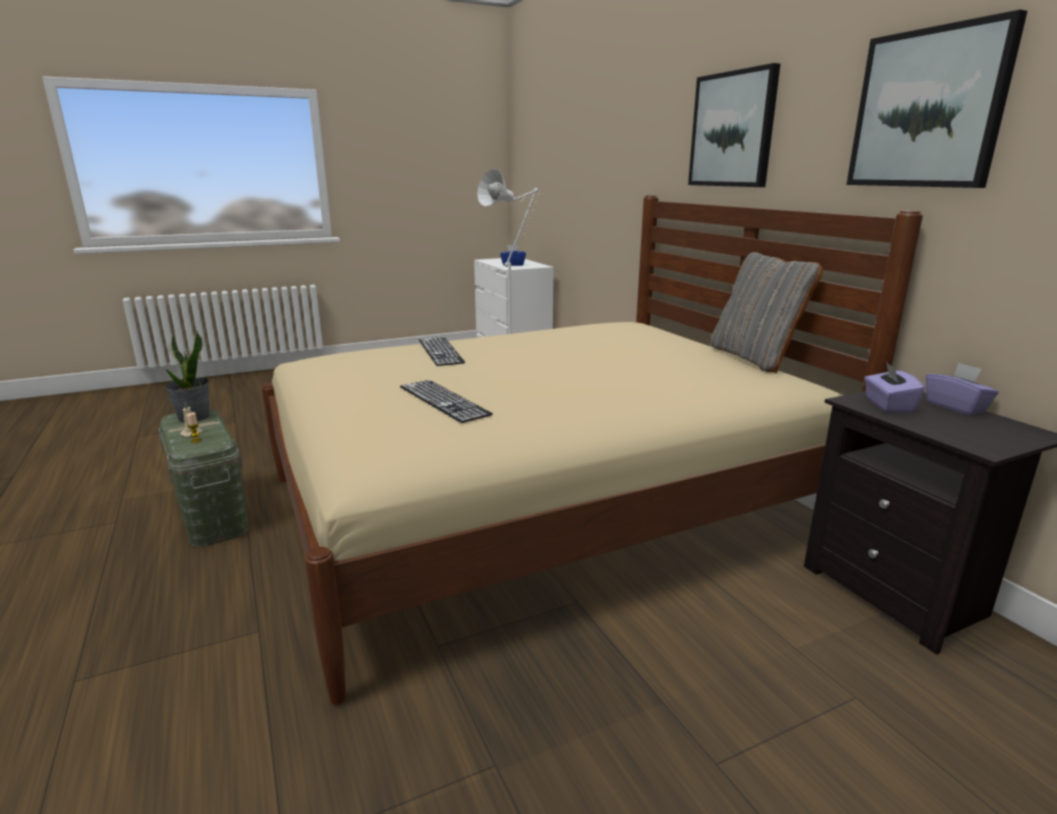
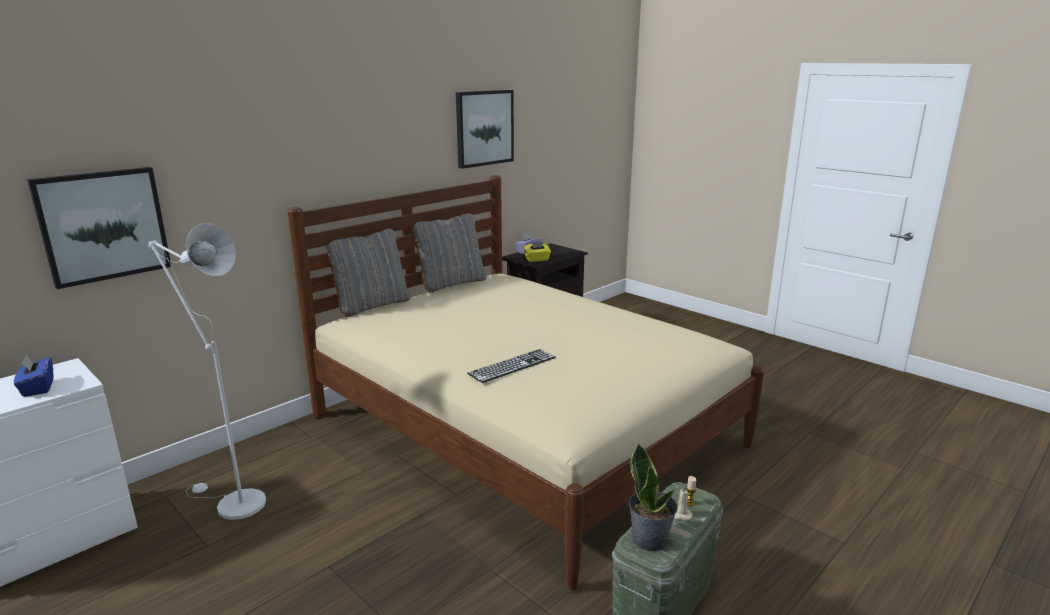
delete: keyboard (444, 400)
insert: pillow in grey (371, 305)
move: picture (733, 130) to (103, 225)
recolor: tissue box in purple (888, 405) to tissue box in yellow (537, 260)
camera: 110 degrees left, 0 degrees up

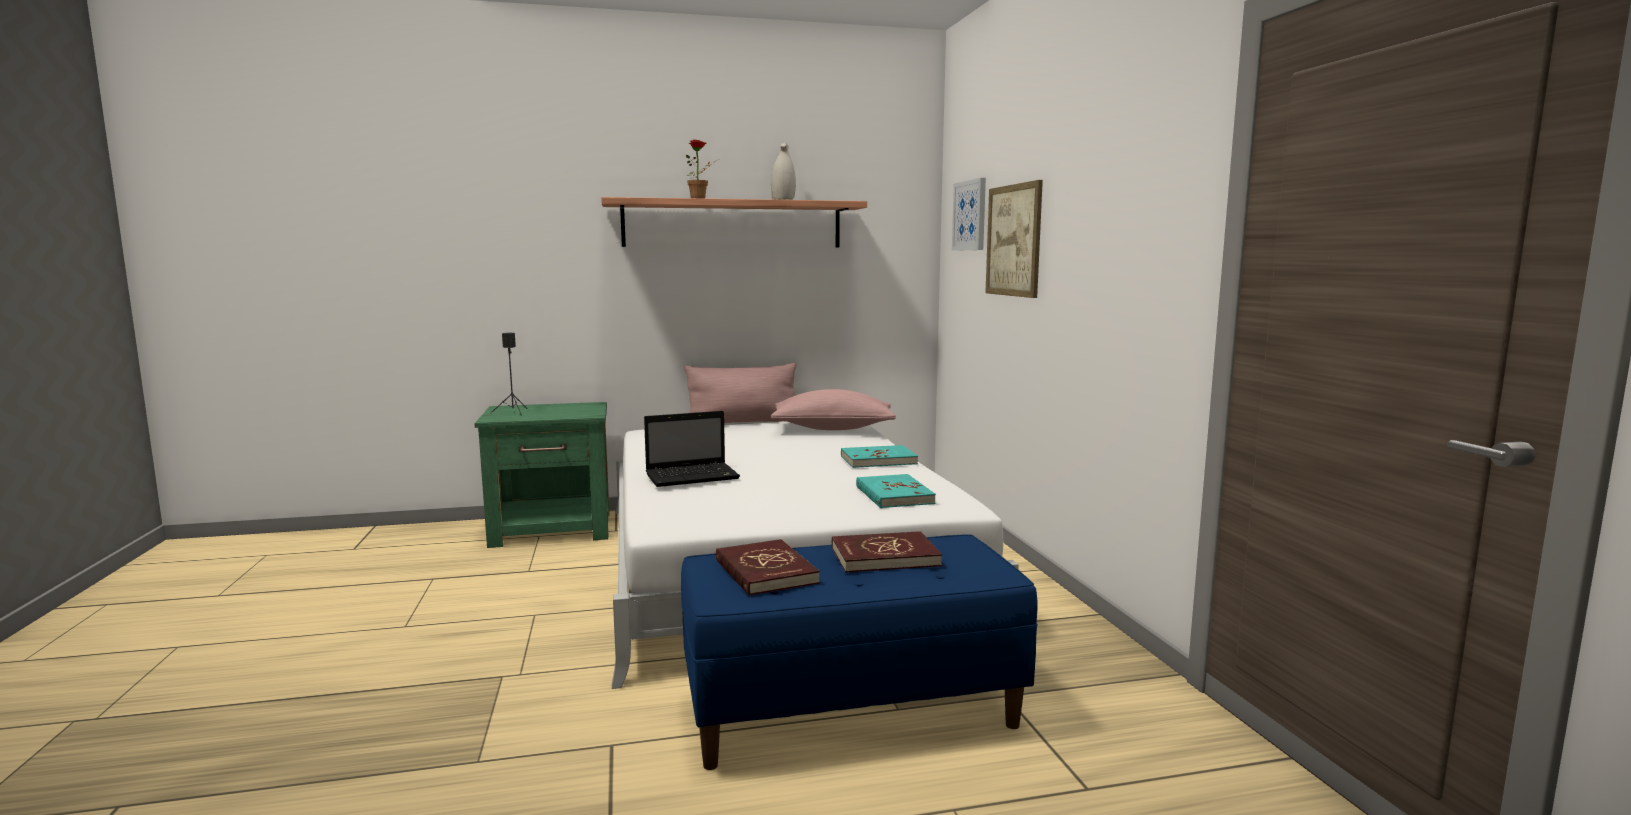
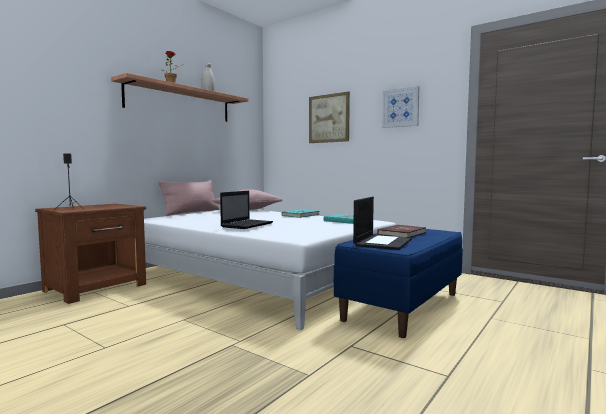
move: picture (970, 215) to (400, 108)
replace: book in red (765, 572) to laptop (383, 242)
recolor: nightstand in green (553, 529) to nightstand in brown (97, 287)
camera: 40 degrees left, 5 degrees down

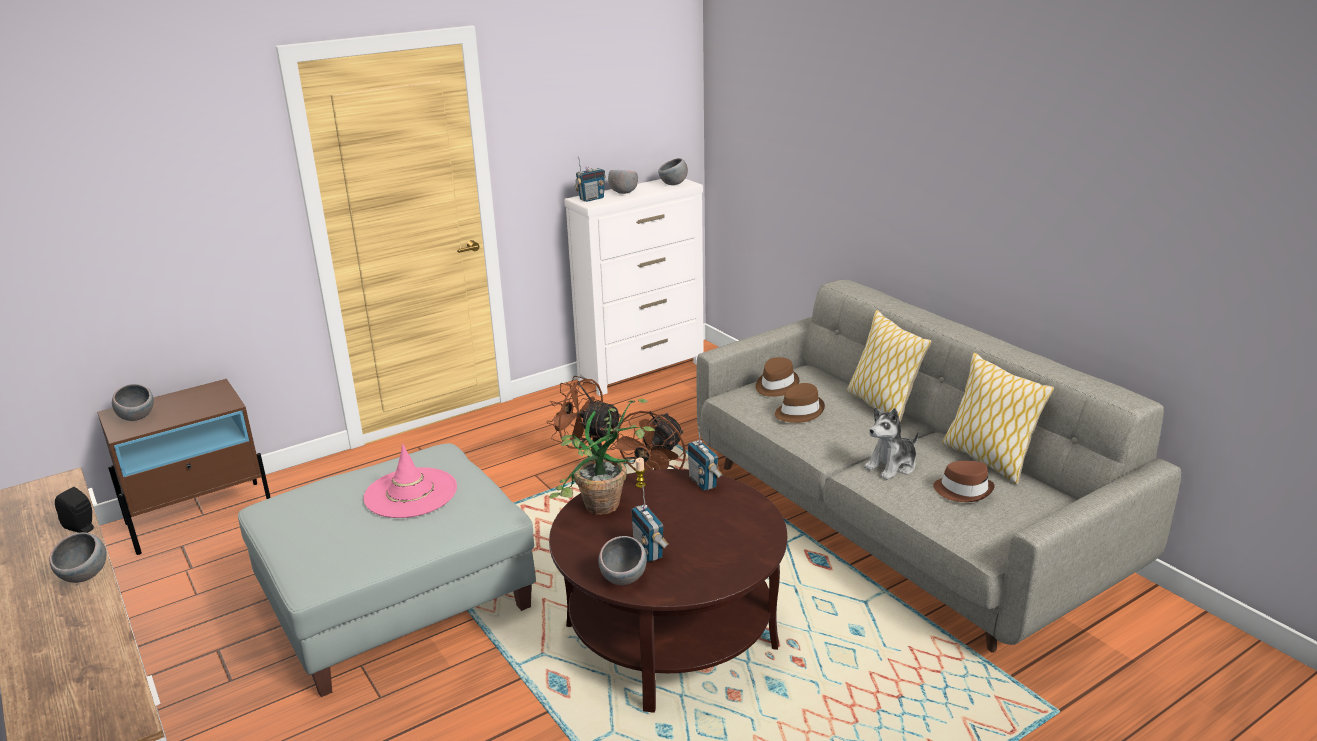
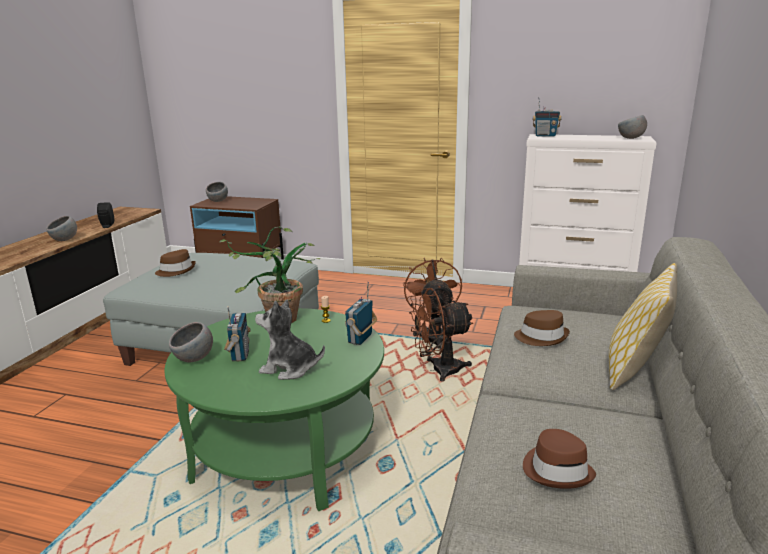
delete: hat in pink (410, 493); bowl in grey (623, 193); pillow (988, 459)
move: hat in brown (776, 385) to (176, 271); plush toy (892, 466) to (289, 368)
recolor: coffee table in brown (671, 635) to coffee table in green (286, 451)
rotate: radio (649, 551) = (239, 354) 150 degrees clockwise
camera: 50 degrees right, 5 degrees down

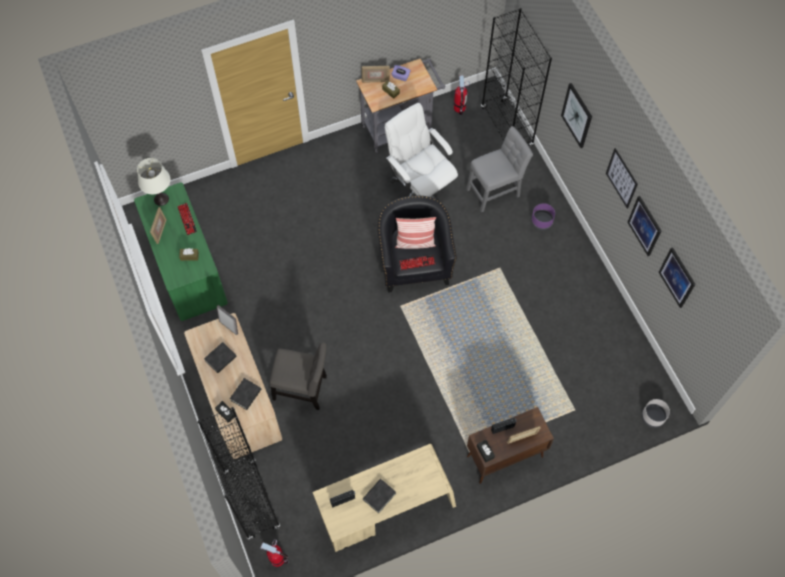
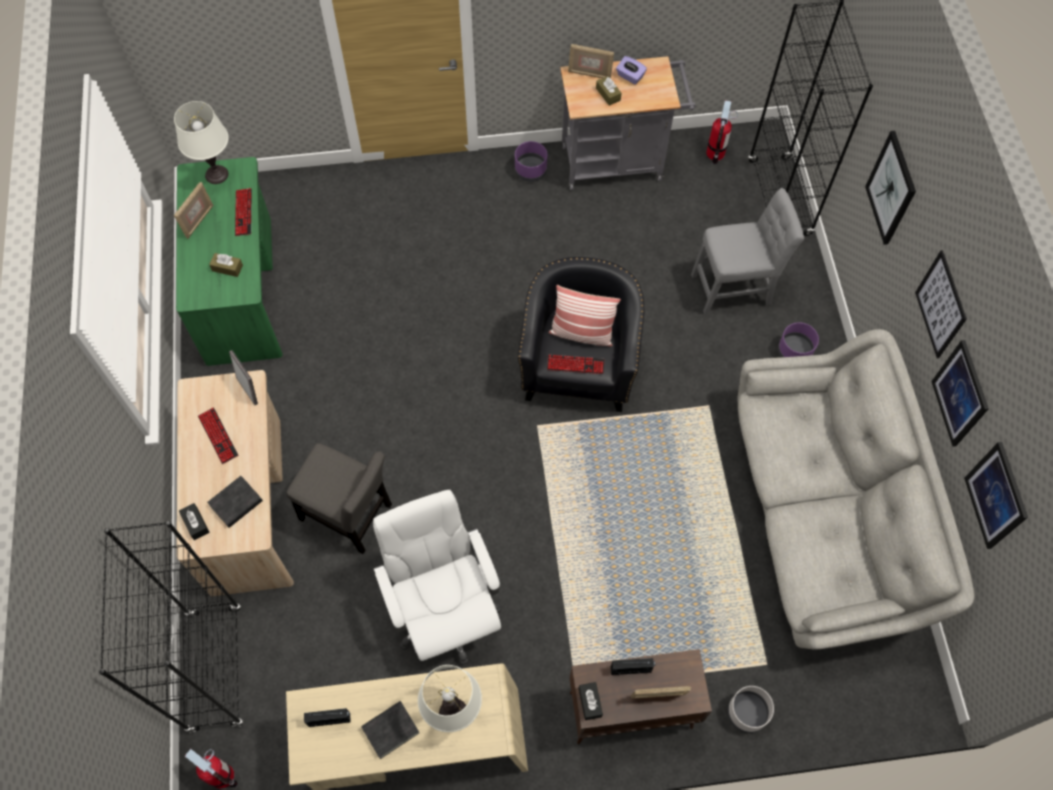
insert: table lamp in white (453, 712); planter in purple (531, 170); sofa in grey (822, 517)
move: office chair in white (419, 188) to (444, 611); planter in grey (653, 416) to (747, 712)
replace: book in black (220, 358) to keyboard (218, 436)
camera: 15 degrees right, 0 degrees up

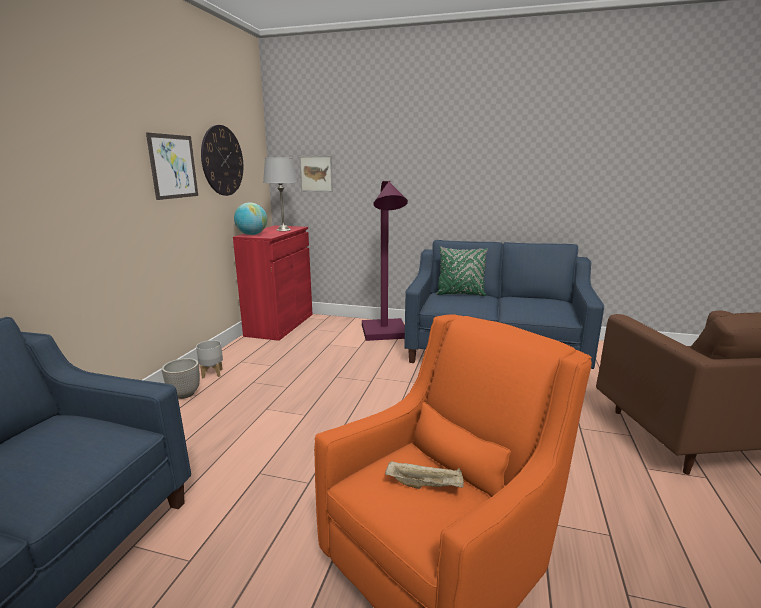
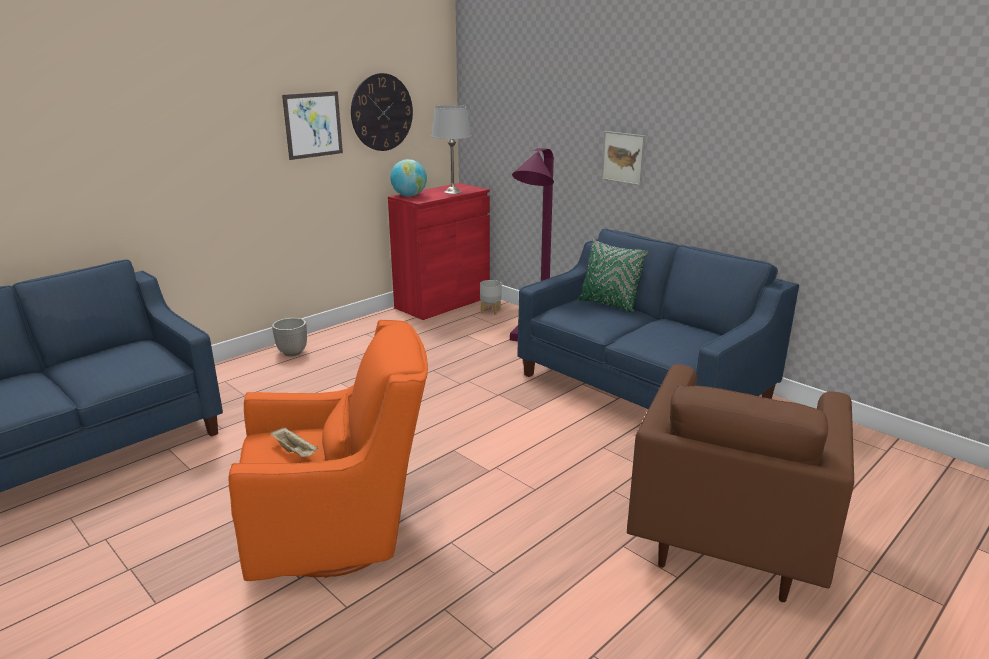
move: planter in grey (212, 373) to (491, 311); picture (316, 173) to (623, 158)
camera: 30 degrees right, 5 degrees up

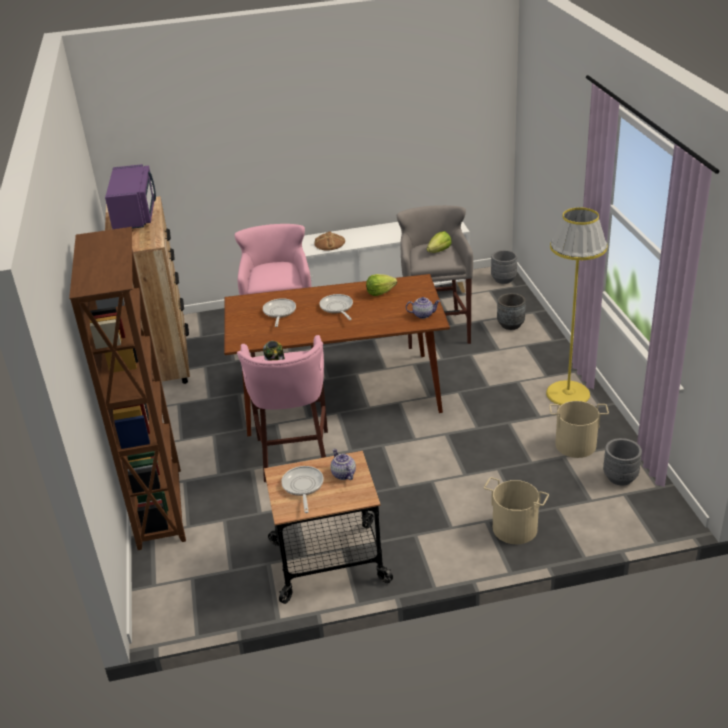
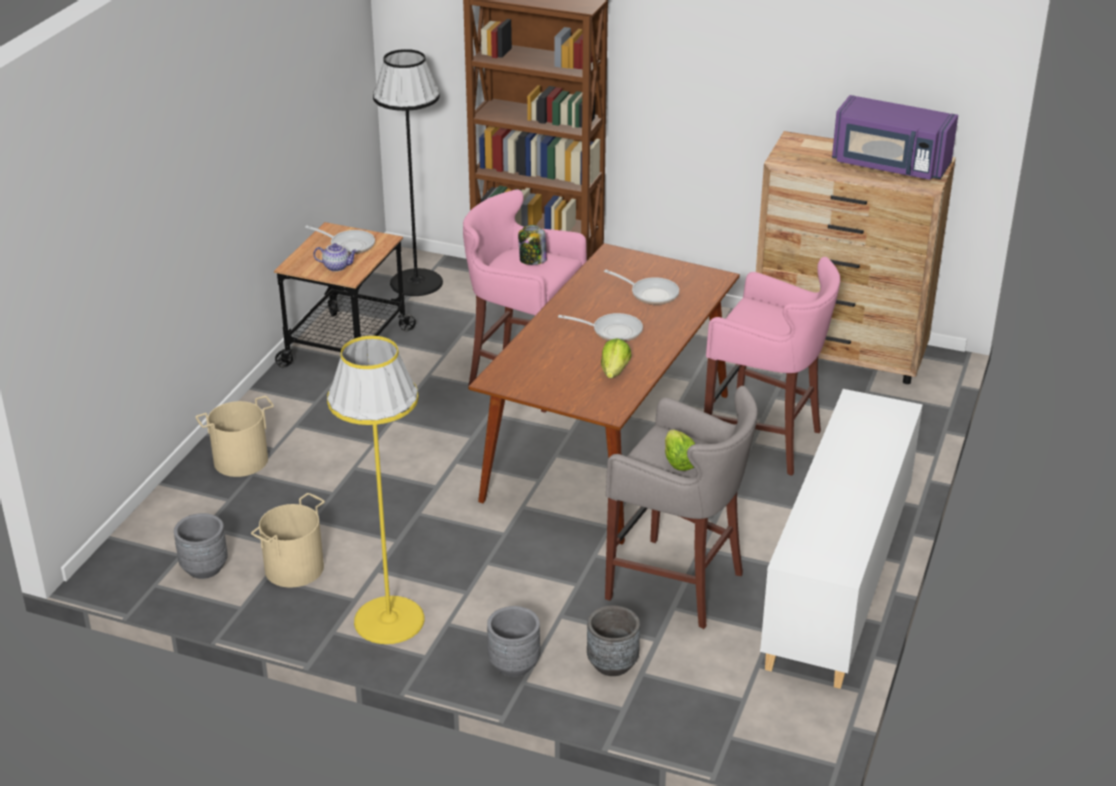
delete: bread (329, 243); teapot (423, 314)
insert: floor lamp in black (416, 282)
move: planter in grey (503, 279) to (514, 664)
camera: 120 degrees right, 0 degrees up

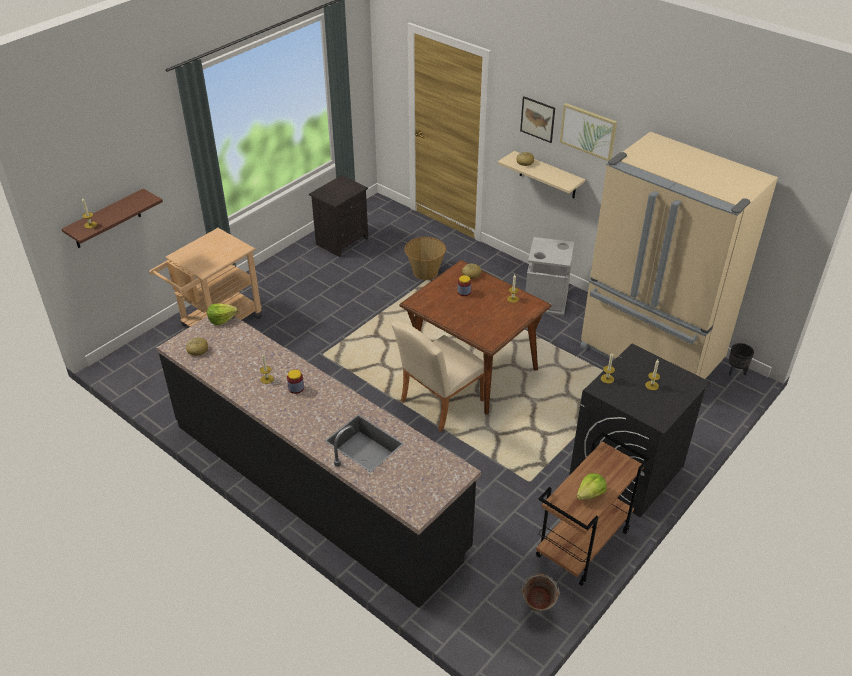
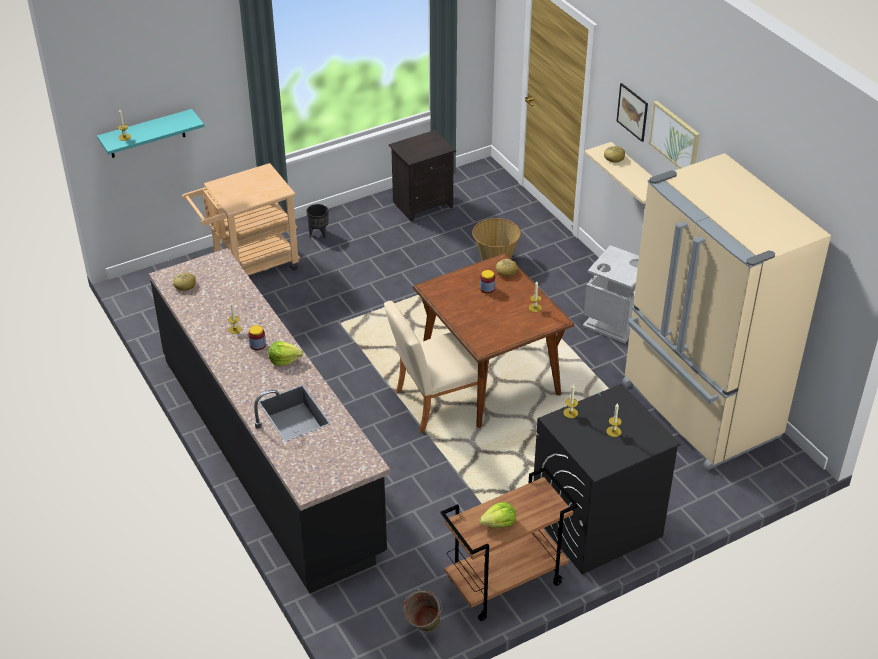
move: lettuce (222, 319) to (284, 360); planter in black (736, 371) to (319, 233)
recolor: shelf in brown (106, 219) to shelf in turquoise (147, 134)
camera: 20 degrees right, 0 degrees up

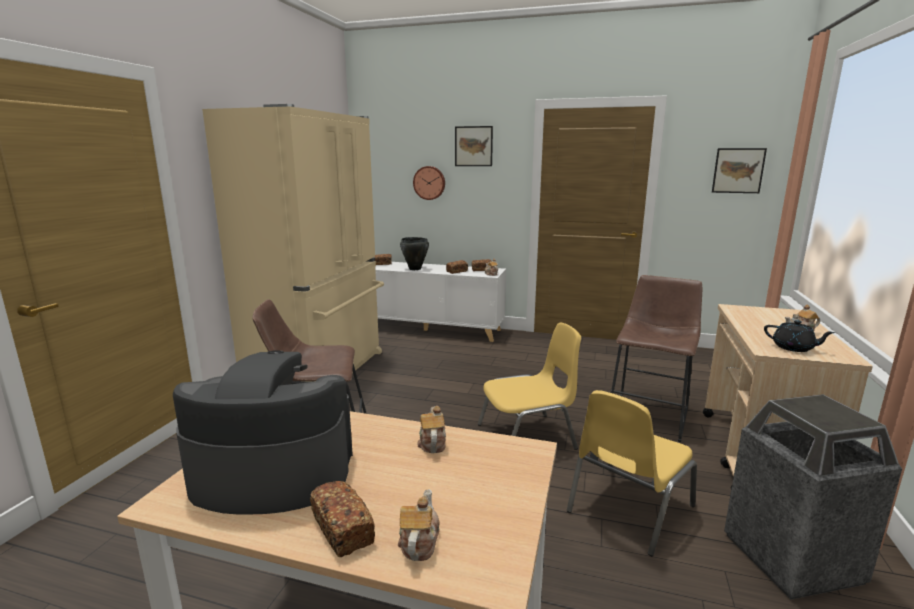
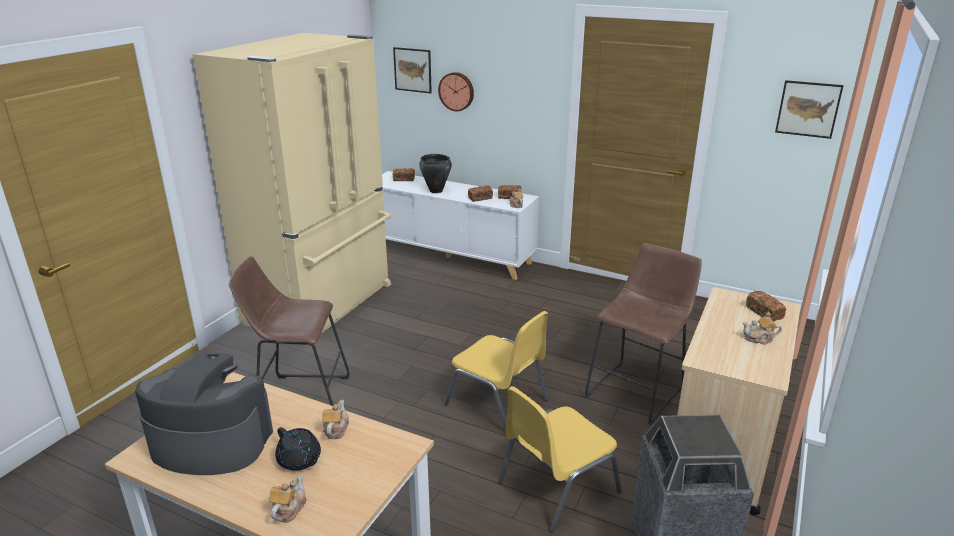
move: bread (343, 530) to (764, 313); picture (473, 146) to (412, 70); teapot in black (793, 348) to (300, 460)
rotate: chair in yellow (527, 437) = (498, 402) 45 degrees clockwise
camera: 10 degrees right, 10 degrees up

